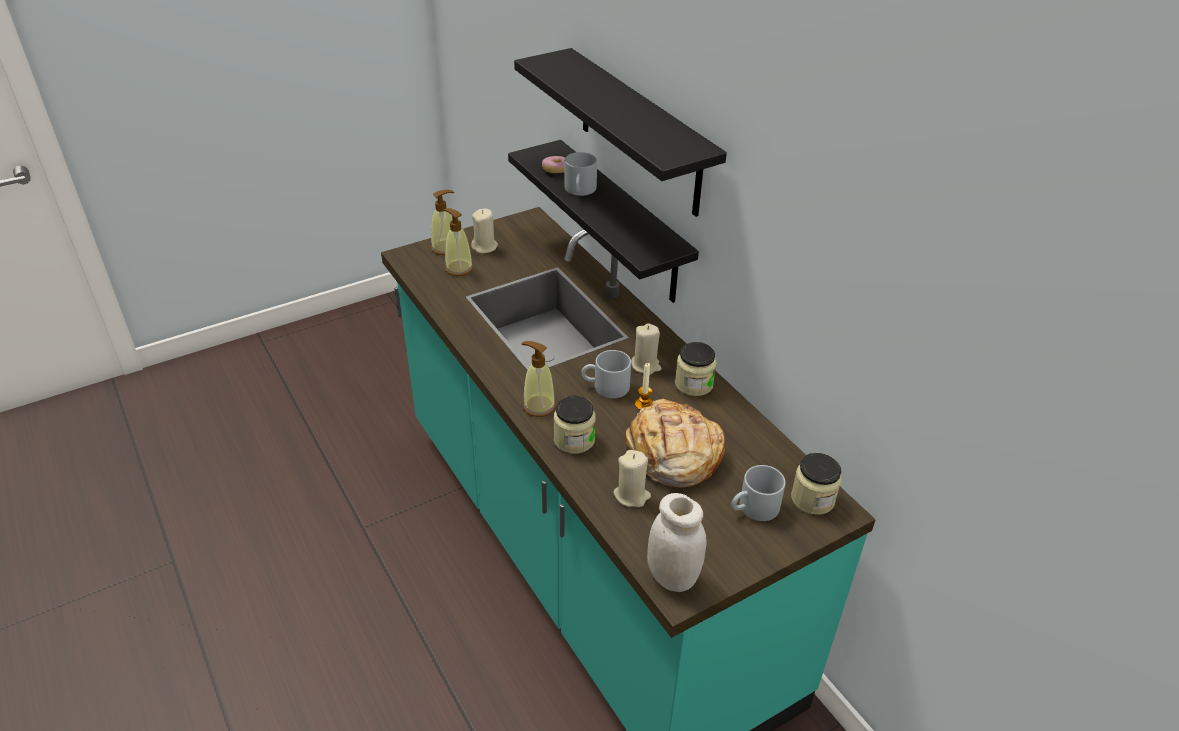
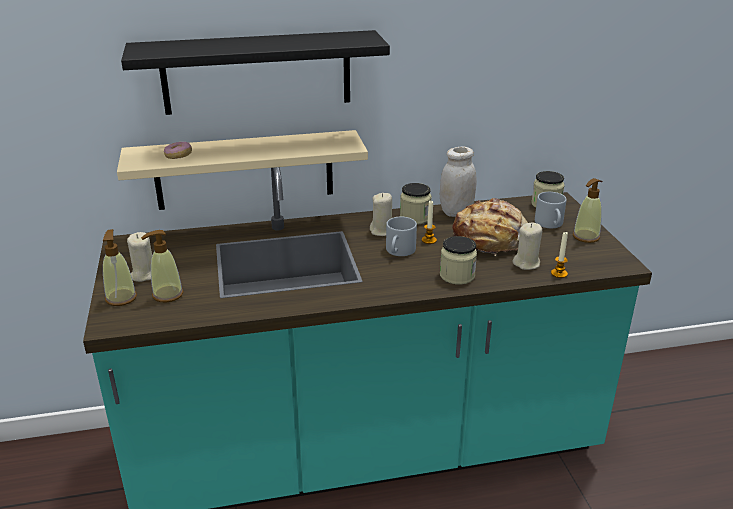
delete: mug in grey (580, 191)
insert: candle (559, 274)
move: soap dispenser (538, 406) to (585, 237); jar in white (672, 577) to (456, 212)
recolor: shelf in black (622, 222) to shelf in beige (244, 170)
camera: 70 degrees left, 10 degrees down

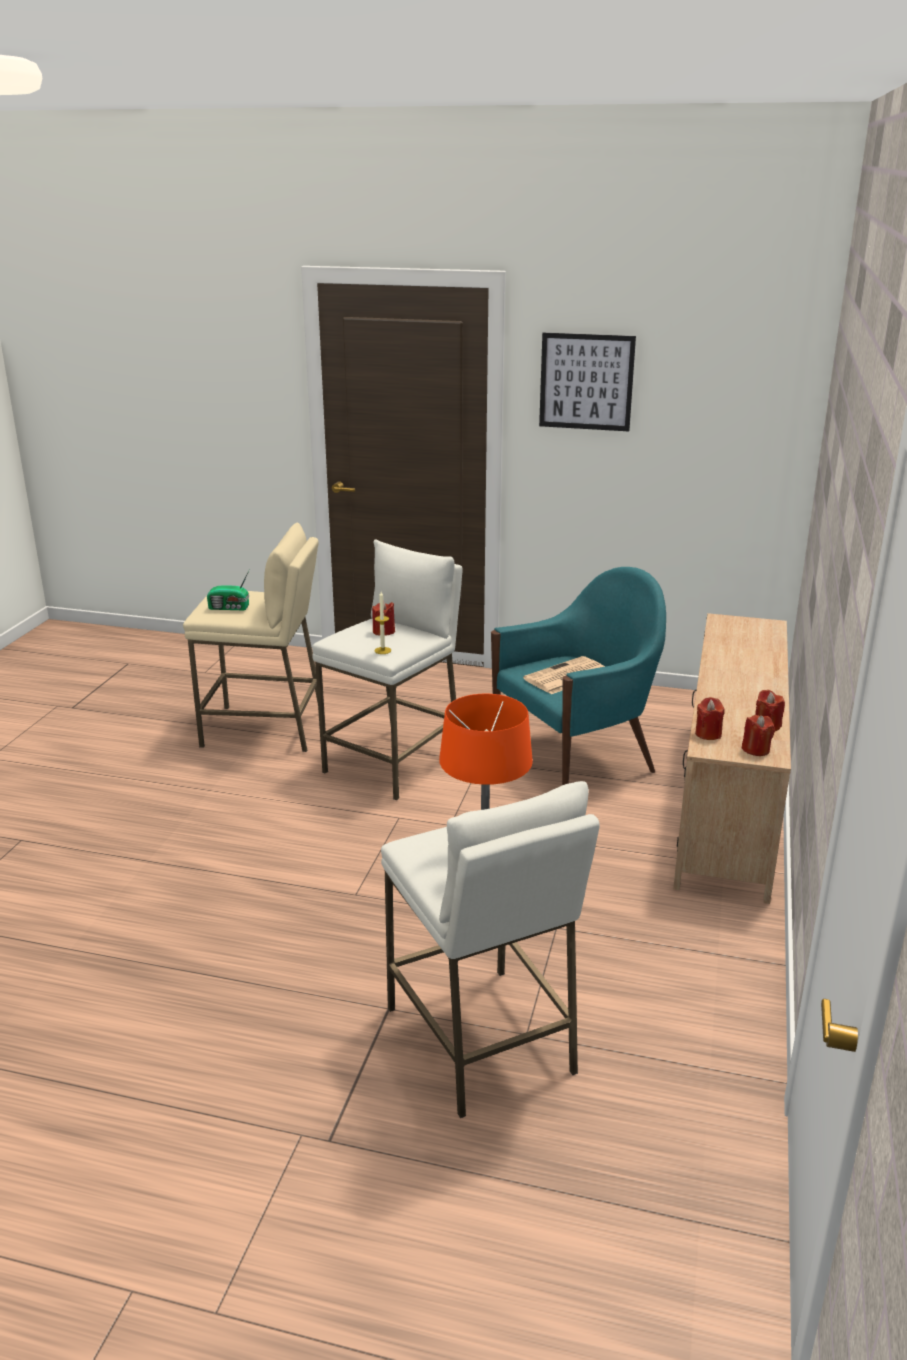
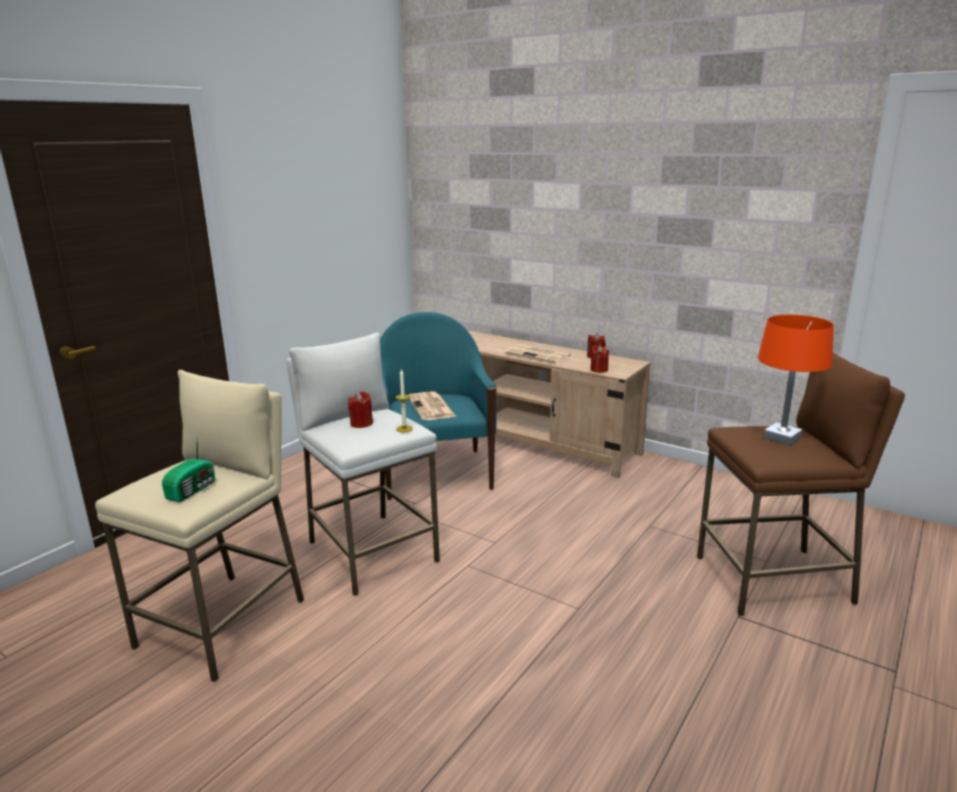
delete: picture (586, 382); candle in red (756, 749)
insert: newspaper (539, 355)
recolor: stool in white (481, 1040) to stool in brown (774, 580)
camera: 70 degrees left, 5 degrees down

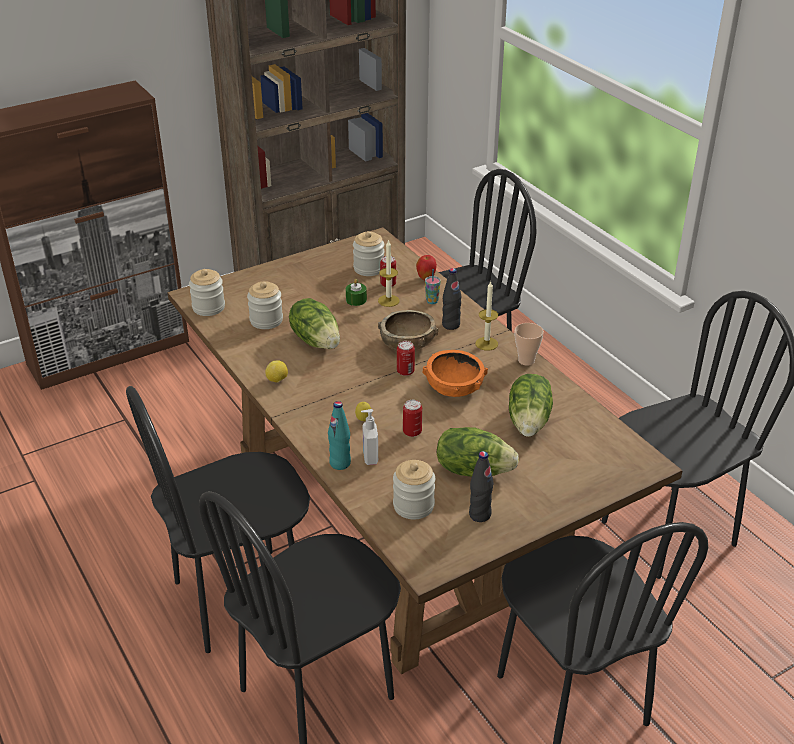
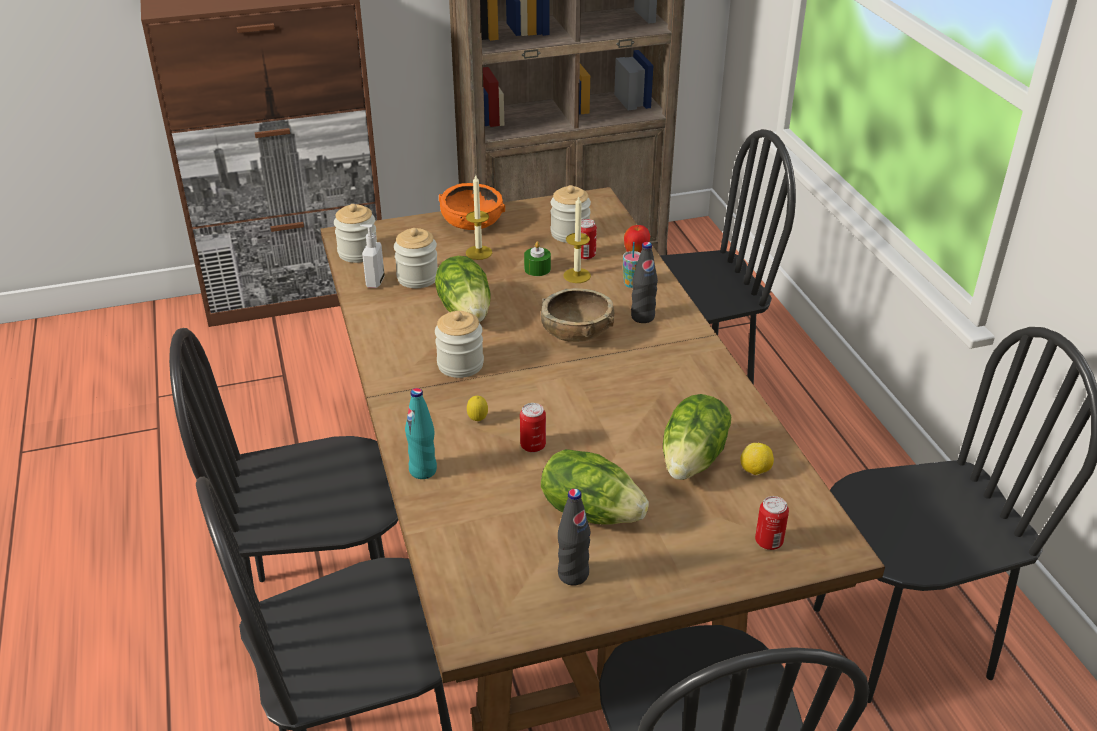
delete: cup (526, 360)
move: lemon (277, 380) to (755, 471); soap dispenser (369, 457) to (374, 282); jar (413, 505) to (460, 364); can (405, 371) to (768, 542); bowl in orange (454, 388) to (472, 223); candle (486, 343) to (479, 252)
camera: 15 degrees right, 0 degrees up

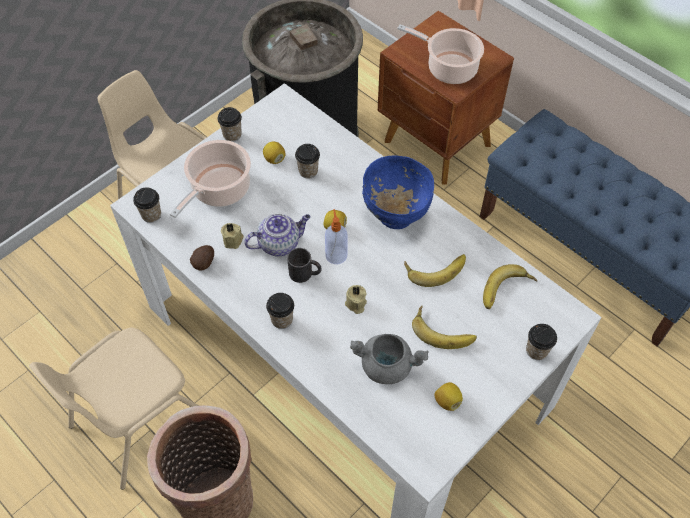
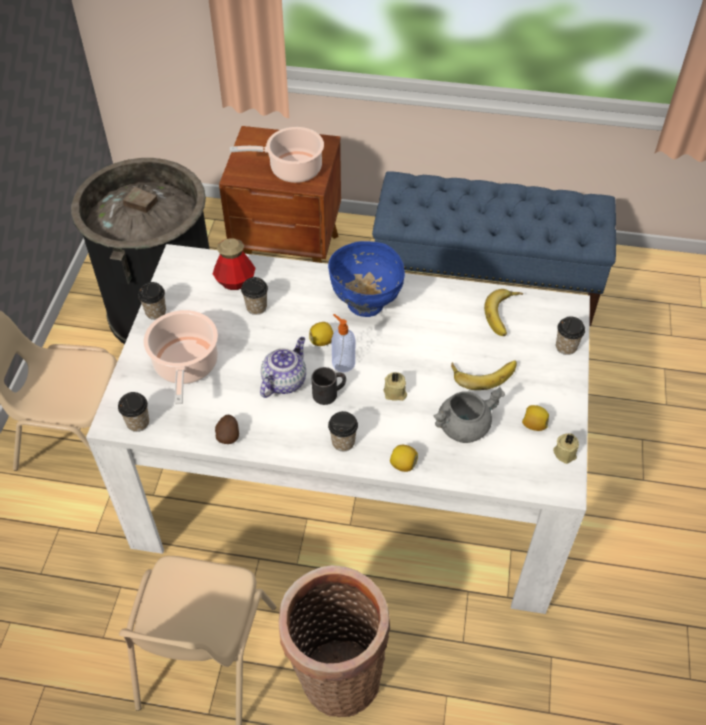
delete: banana (435, 268)
insert: bottle (235, 282)
move: candle in beige (233, 240) to (565, 452); lemon (274, 159) to (403, 464)
camera: 35 degrees left, 5 degrees down

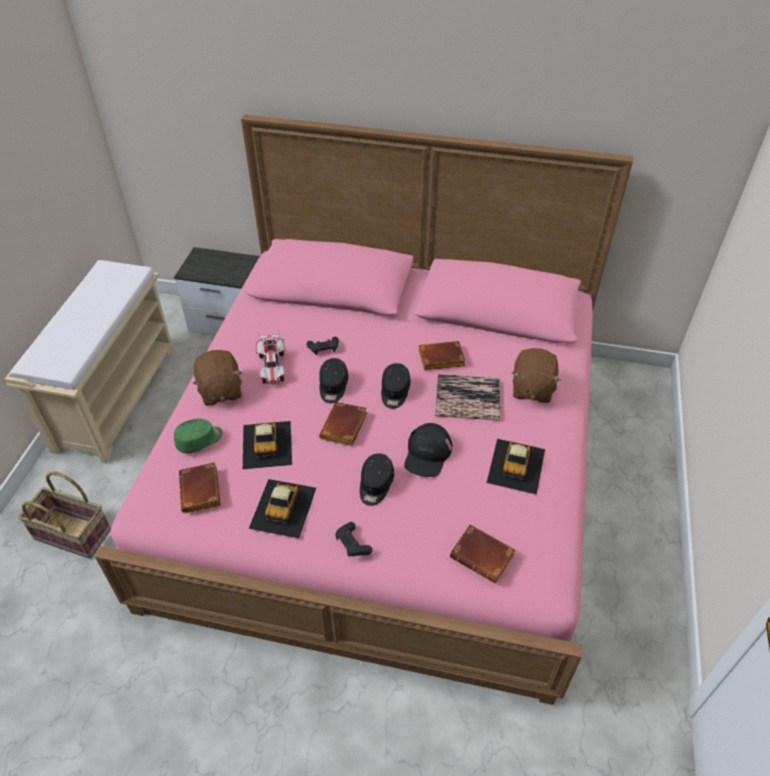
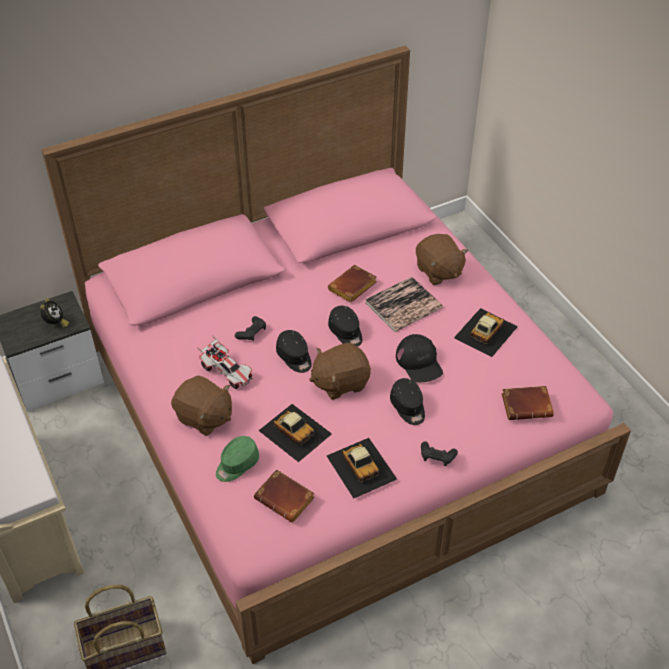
insert: alarm clock (55, 323)
replace: book in brown (345, 428) to plush toy in brown (340, 382)
rotate: cap in green (199, 440) = (236, 465) 150 degrees counterclockwise; toy car (516, 465) = (485, 332) 120 degrees counterclockwise
camera: 40 degrees left, 0 degrees up

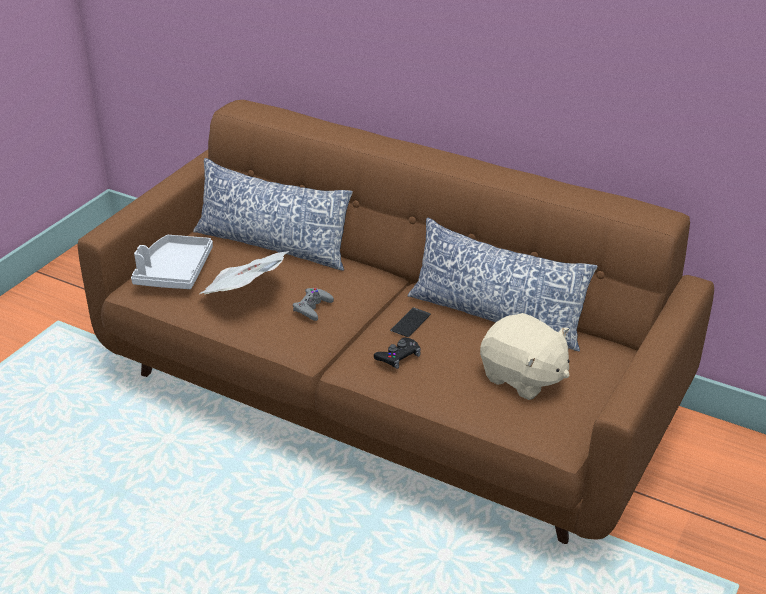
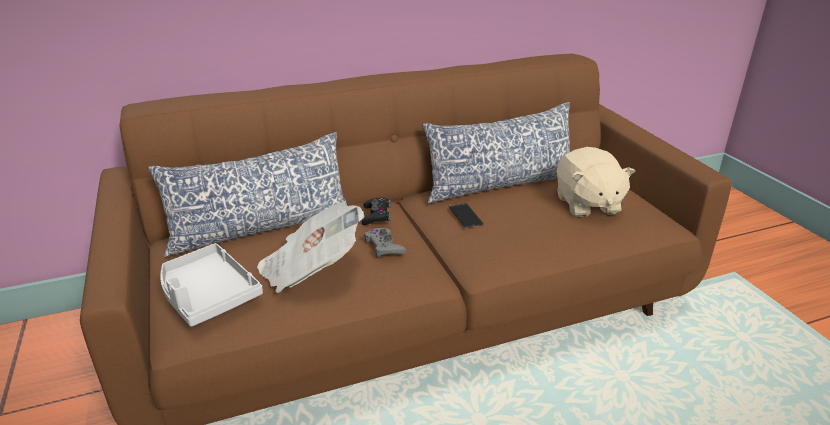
move: game controller in black (398, 356) to (376, 215)
rotate: plush toy in beige (523, 378) = (587, 204) 90 degrees clockwise
camera: 50 degrees left, 5 degrees down

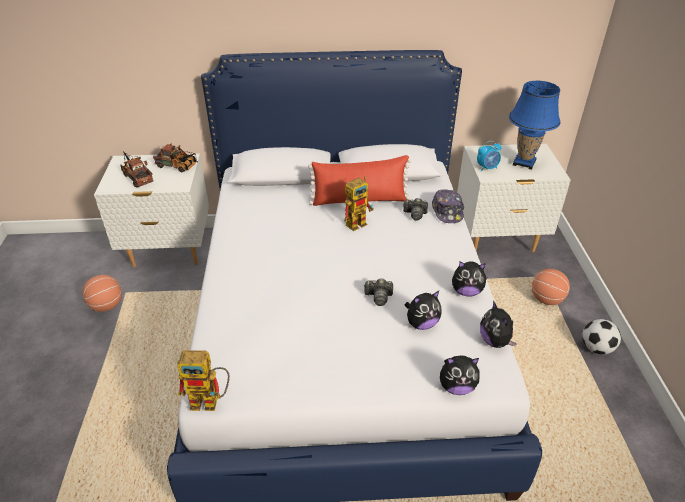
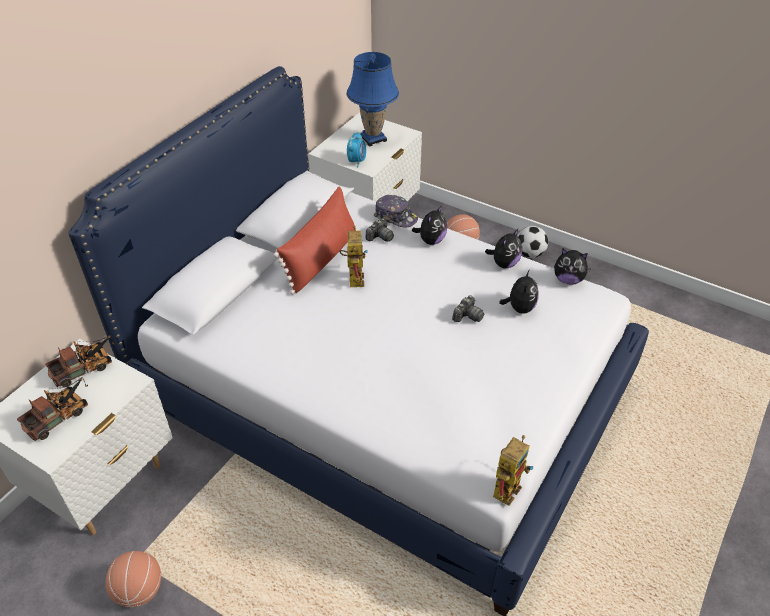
move: plush toy (456, 387) to (431, 240)
rotate: toy truck (137, 177) = (61, 416) 135 degrees clockwise
camera: 55 degrees left, 5 degrees up

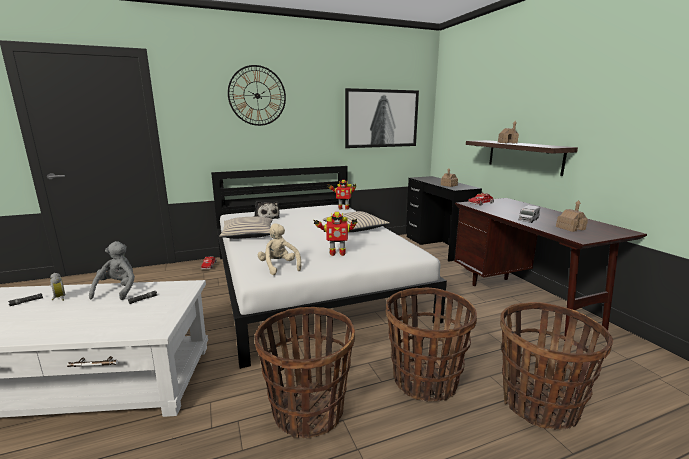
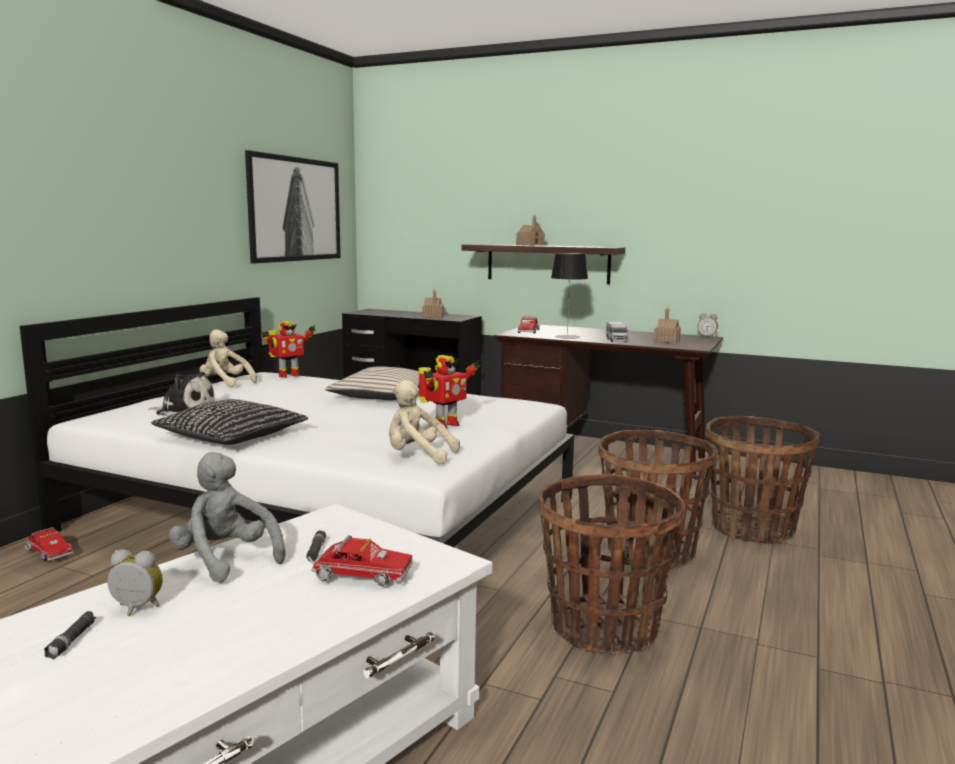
delete: wall clock (257, 96)
insert: plush toy in beige (225, 383); toy truck (357, 577); table lamp (567, 337); alarm clock (706, 337)
recolor: pillow in beige (248, 234) to pillow in black (231, 436)
camera: 45 degrees left, 5 degrees down

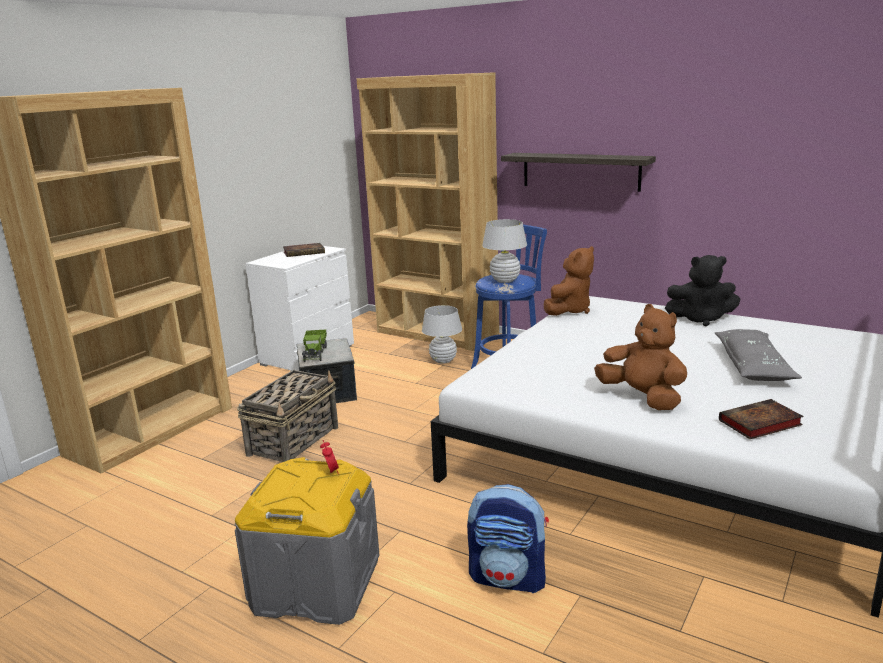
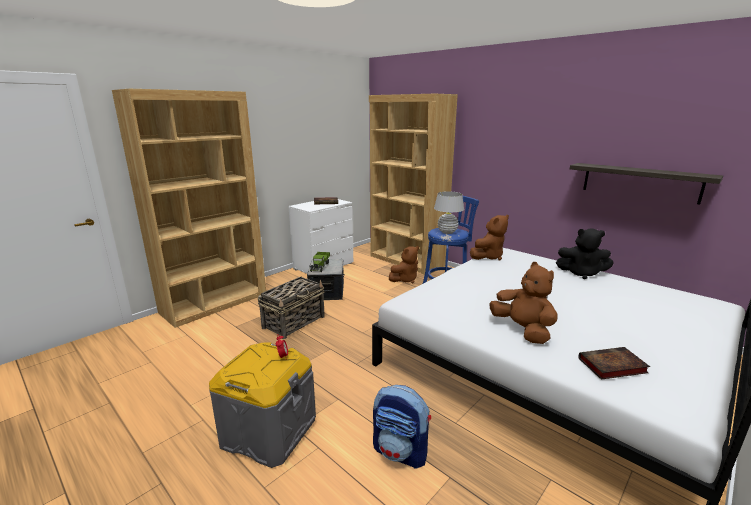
delete: pillow in grey (753, 366)
move: shelf (580, 171) to (640, 182)
replace: table lamp in white (443, 361) to plush toy in brown (405, 279)
camera: 10 degrees right, 0 degrees up

